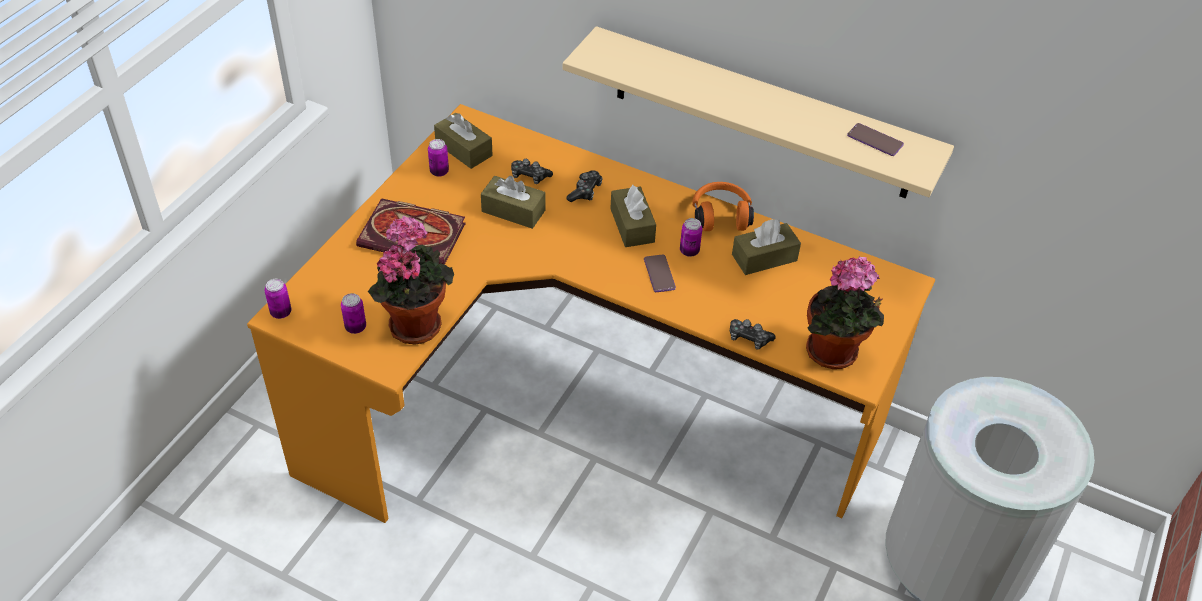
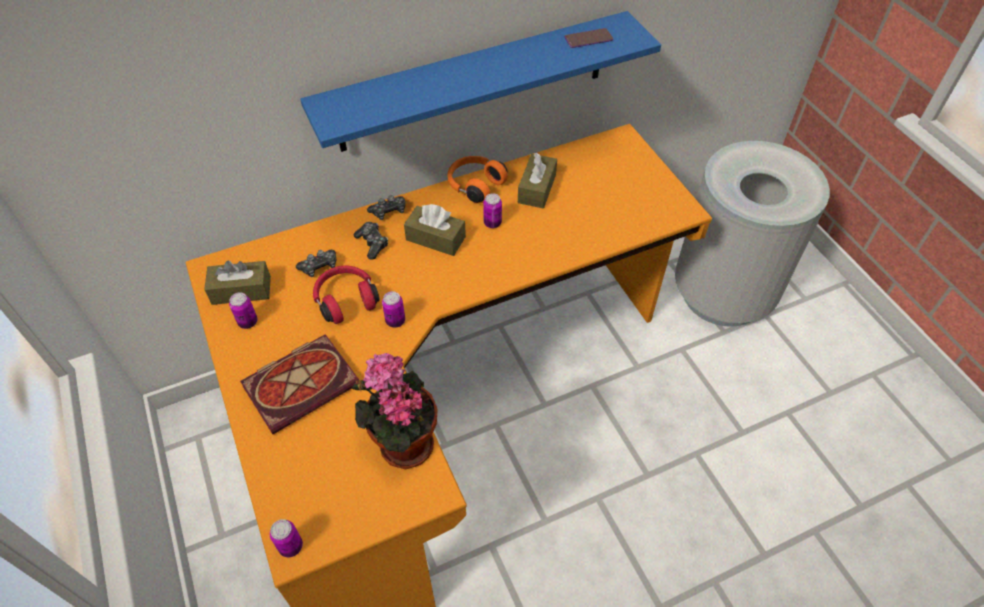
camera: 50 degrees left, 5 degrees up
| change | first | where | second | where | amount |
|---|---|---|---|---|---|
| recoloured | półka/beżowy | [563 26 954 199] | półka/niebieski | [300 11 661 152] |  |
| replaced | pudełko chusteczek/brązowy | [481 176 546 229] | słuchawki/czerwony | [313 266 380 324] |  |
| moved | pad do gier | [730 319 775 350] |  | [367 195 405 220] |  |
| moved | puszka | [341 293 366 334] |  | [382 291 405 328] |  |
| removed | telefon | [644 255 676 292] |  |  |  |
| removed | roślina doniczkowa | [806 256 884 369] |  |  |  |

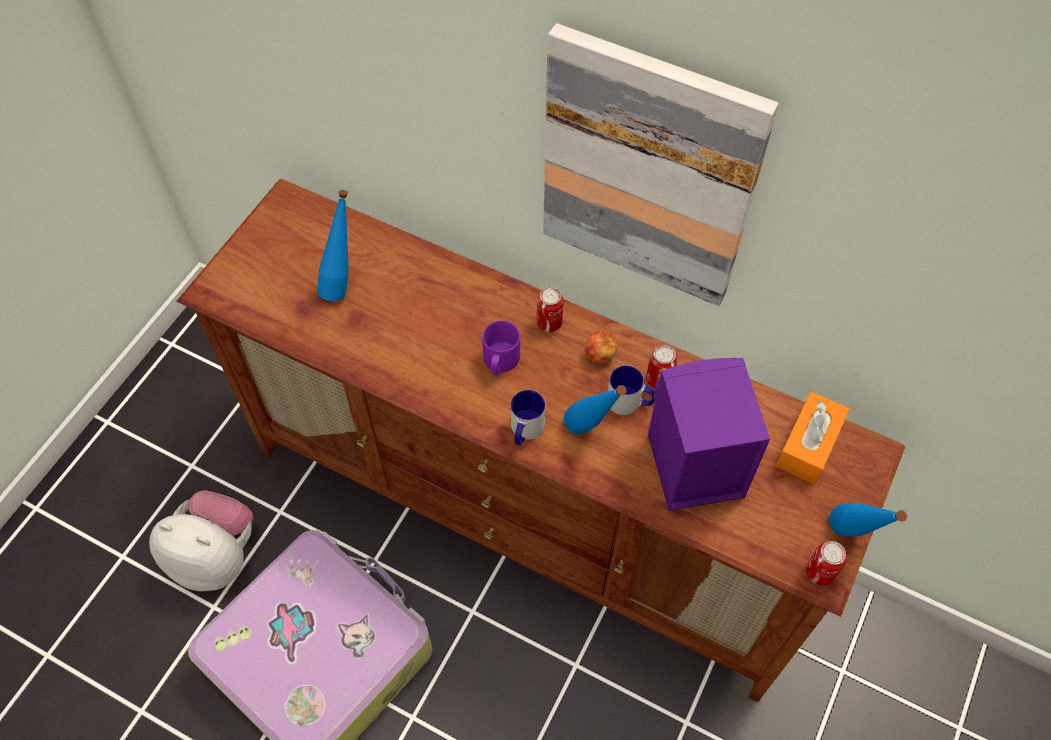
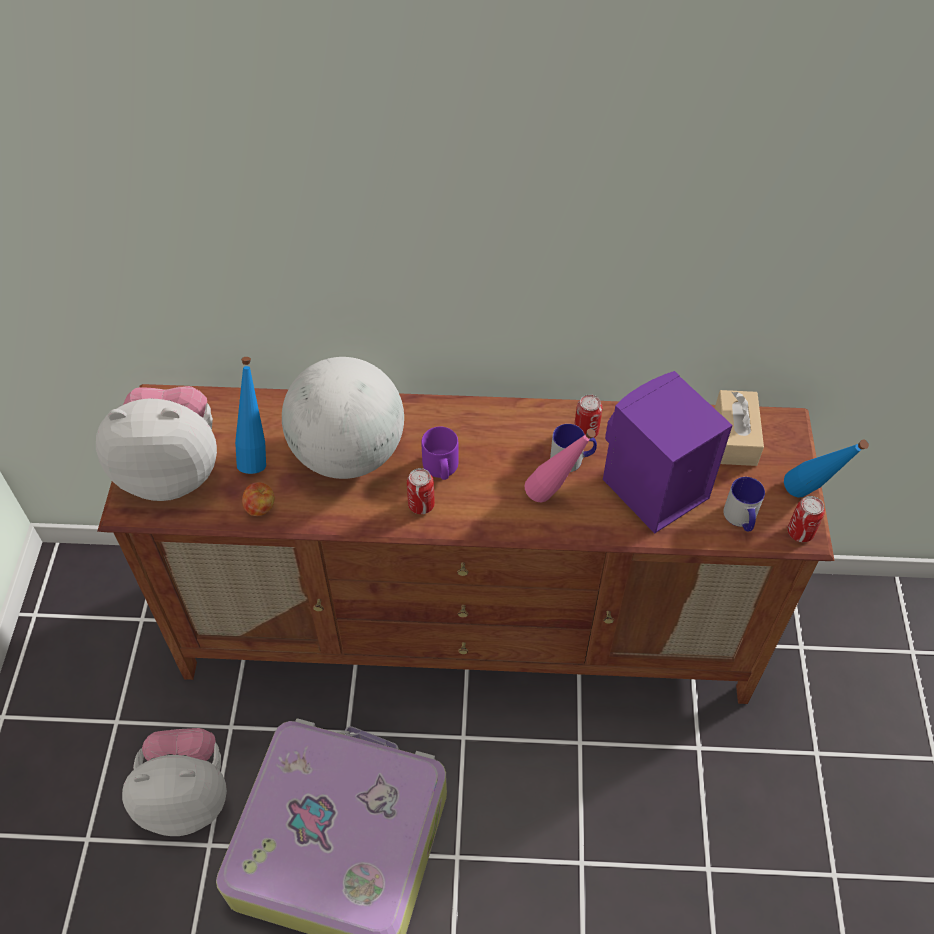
camera: 25 degrees left, 5 degrees down
| change | first | where | second | where | amount |
|---|---|---|---|---|---|
| added |  |  | pluszak | [96 386 217 501] |  |
| moved | jabłko | [585 330 618 363] |  | [242 482 275 516] |  |
| added |  |  | globus | [282 357 404 479] |  |
| moved | puszka | [537 287 563 332] |  | [407 468 435 514] |  |
| recoloured | butelka/niebieski | [564 385 626 434] | butelka/różowy | [525 429 596 503] |  |
| recoloured | pudełko chusteczek/pomarańczowy | [776 391 850 484] | pudełko chusteczek/beżowy | [715 390 764 466] |  |
| moved | kubek | [511 390 545 445] |  | [723 477 765 531] |  |
| removed | obraz | [543 23 779 306] |  |  |  |

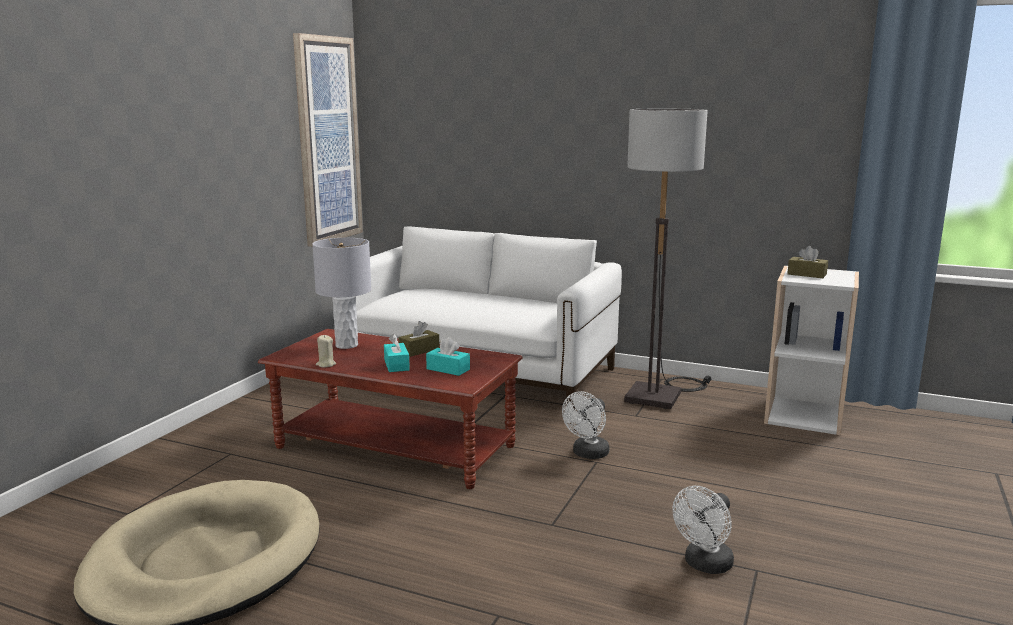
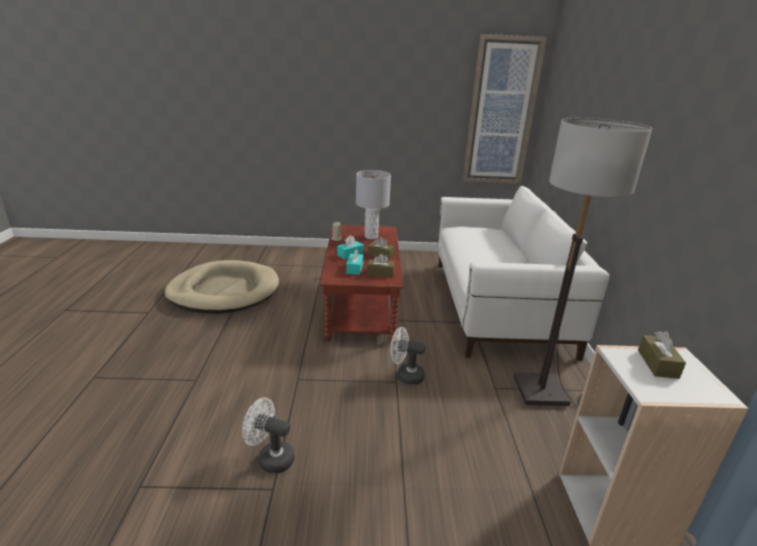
camera: 65 degrees right, 10 degrees up
| change | first | where | second | where | amount |
|---|---|---|---|---|---|
| added |  |  | pudełko chusteczek/brązowy | [367 254 394 277] |  |

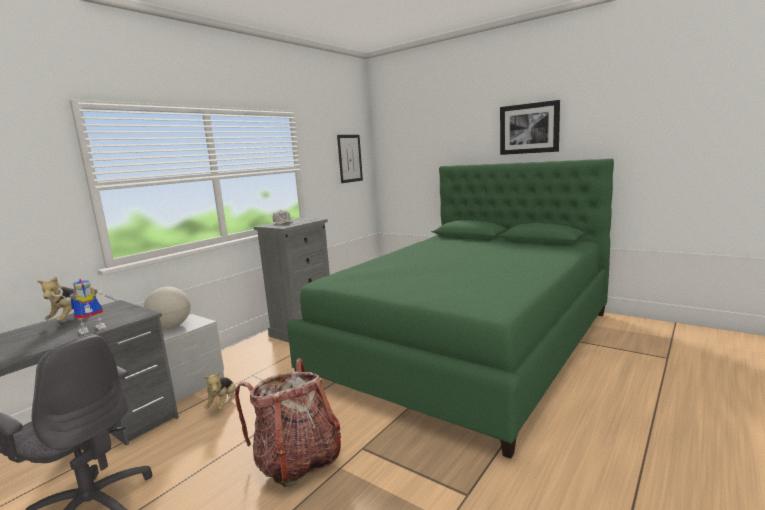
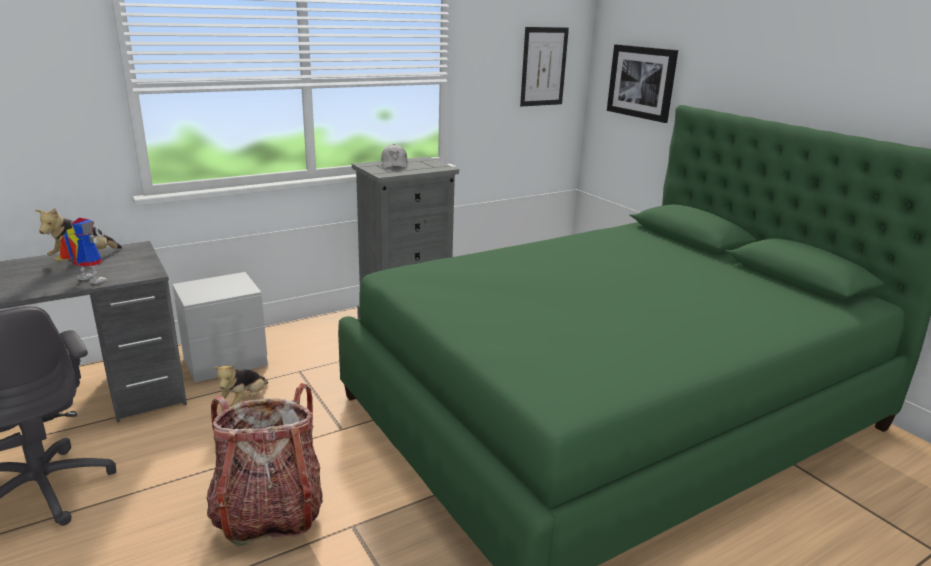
camera: 20 degrees right, 10 degrees up
| change | first | where | second | where | amount |
|---|---|---|---|---|---|
| turned | robot zabawkowy | [51 279 120 335] |  | [59 218 107 284] | 135 degrees counterclockwise |
| moved | obraz | [500 100 560 155] |  | [607 44 678 123] |  |
| removed | globus | [144 287 190 329] |  |  |  |

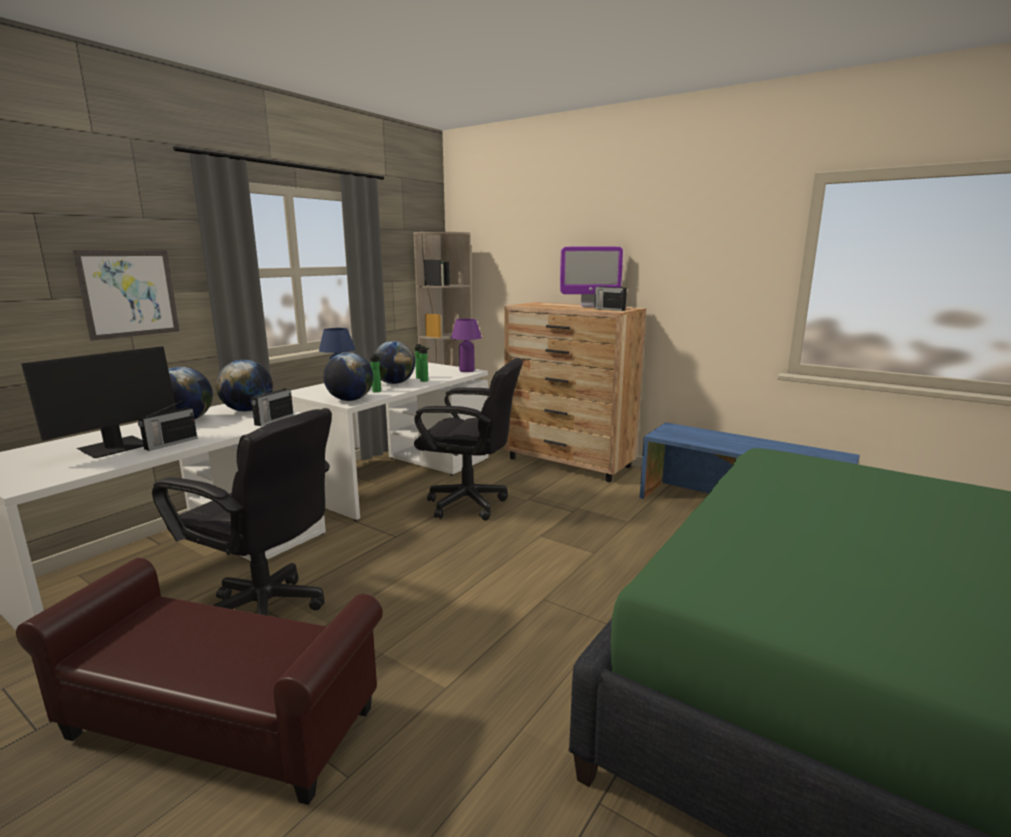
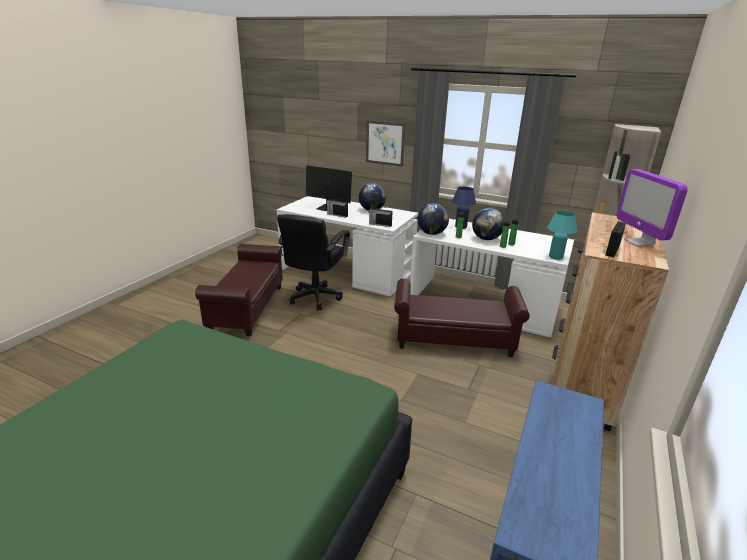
camera: 80 degrees right, 10 degrees up
| change | first | where | second | where | amount |
|---|---|---|---|---|---|
| replaced | krzesło biurowe/czarny | [414 358 523 520] | pufa/brązowy | [394 278 530 357] |  |
| recoloured | lampa stołowa/fioletowy | [451 319 482 372] | lampa stołowa/turkusowy | [547 211 577 260] |  |
| removed | globus | [216 360 273 412] |  |  |  |

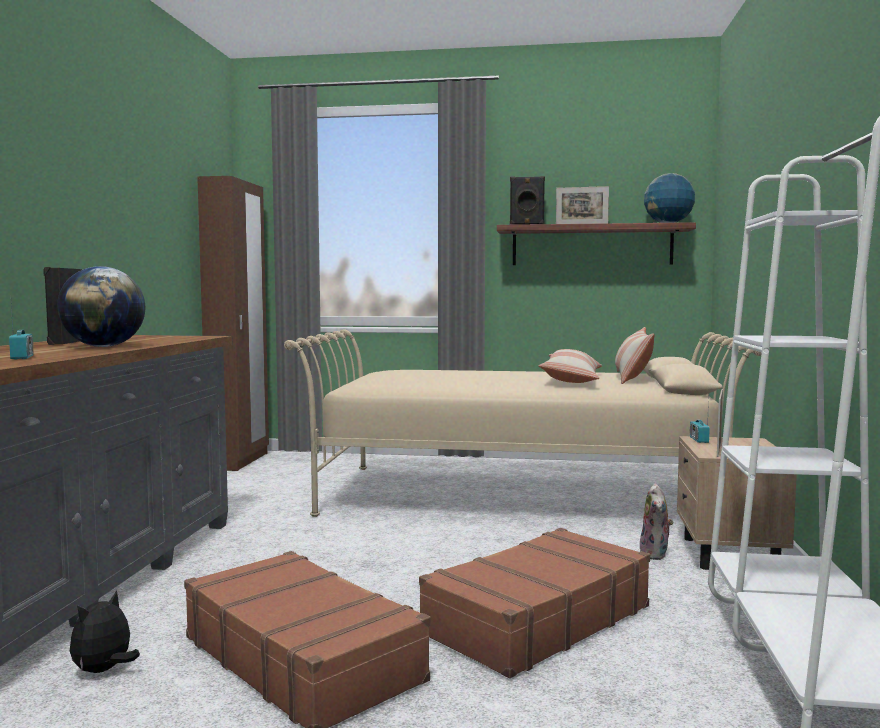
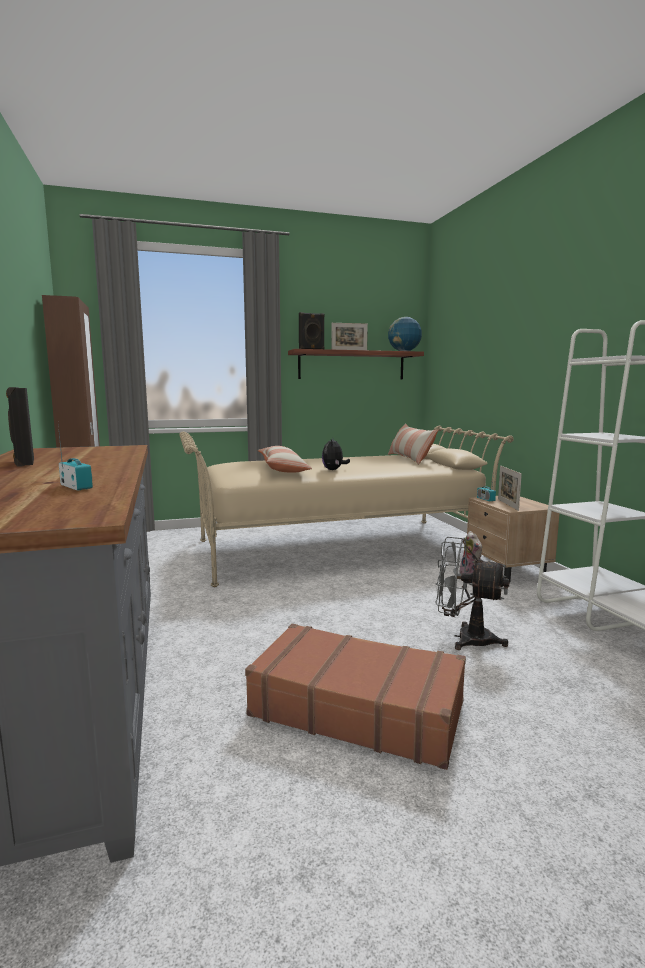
camera: 25 degrees left, 5 degrees up
| change | first | where | second | where | amount |
|---|---|---|---|---|---|
| moved | poduszka | [538 349 602 383] |  | [258 446 312 473] |  |
| moved | pluszak | [70 590 140 673] |  | [322 439 350 470] |  |
| replaced | walizka/brązowy | [419 528 650 678] | wentylator/szary | [436 537 510 650] |  |
| removed | globus | [57 266 145 347] |  |  |  |

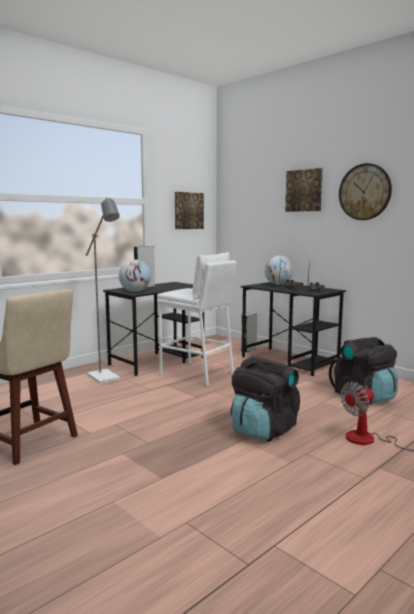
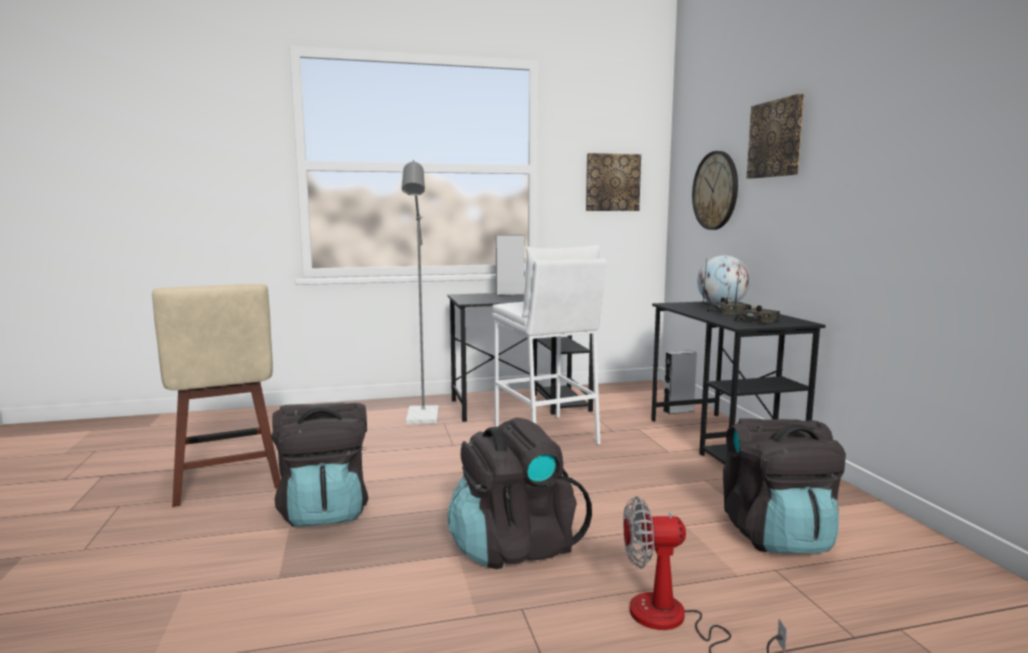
camera: 30 degrees right, 0 degrees up
| change | first | where | second | where | amount |
|---|---|---|---|---|---|
| added |  |  | plecak/czarny | [271 403 368 527] |  |
| moved | zegar ścienny | [339 163 392 220] |  | [692 151 738 230] |  |
| removed | globus | [119 259 151 292] |  |  |  |

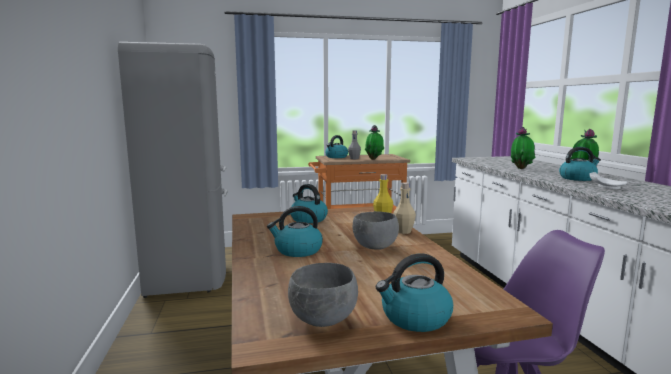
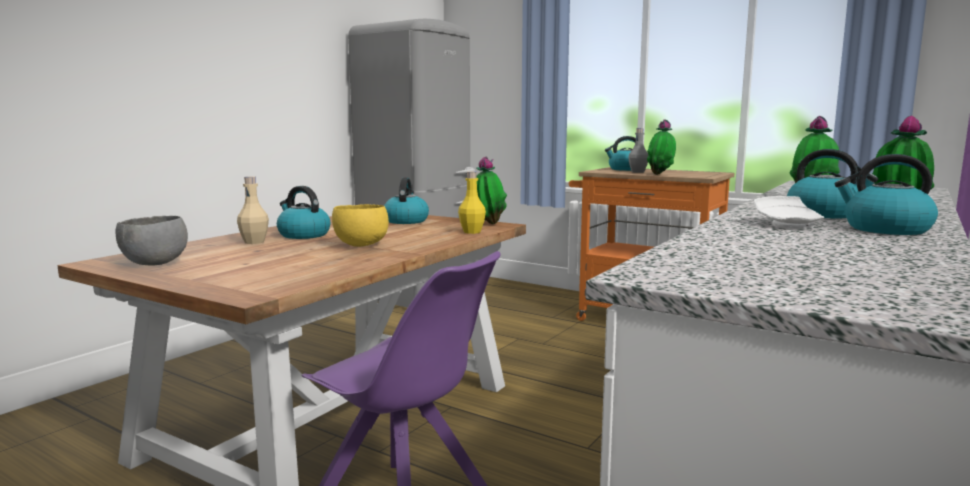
camera: 45 degrees right, 0 degrees up
| change | first | where | second | where | amount |
|---|---|---|---|---|---|
| moved | butelka/beżowy | [393 182 416 234] |  | [237 176 269 244] |  |
| recoloured | miska/szary | [353 211 399 250] | miska/żółty | [332 204 389 247] |  |
| added |  |  | roślina doniczkowa | [476 157 507 224] |  |
| moved | czajnik | [376 253 453 332] |  | [835 154 938 235] |  |

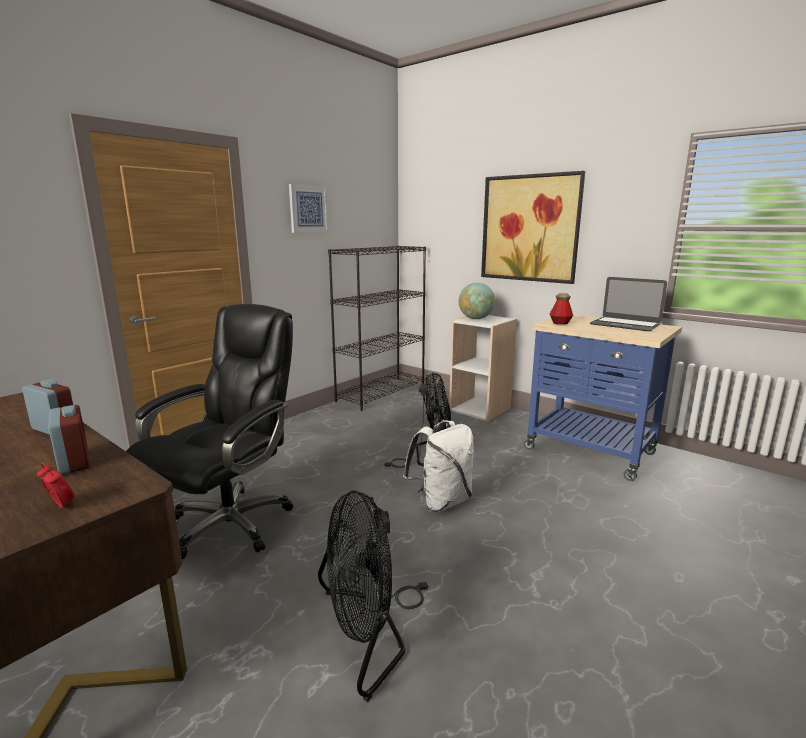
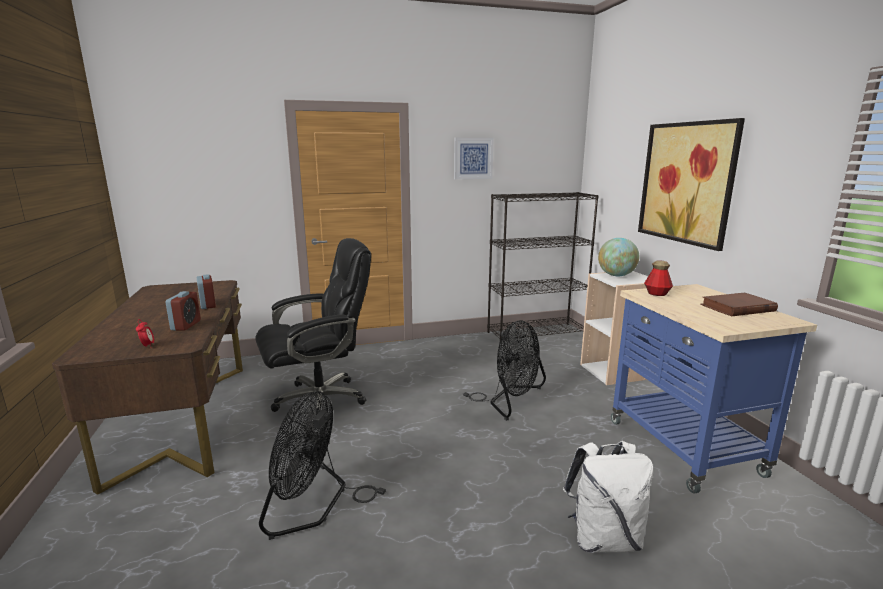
camera: 35 degrees right, 0 degrees up
| change | first | where | second | where | amount |
|---|---|---|---|---|---|
| moved | plecak/biały | [403 420 474 512] |  | [563 441 653 553] |  |
| replaced | laptop | [590 277 667 331] | książka/brązowy | [700 292 778 316] |  |

